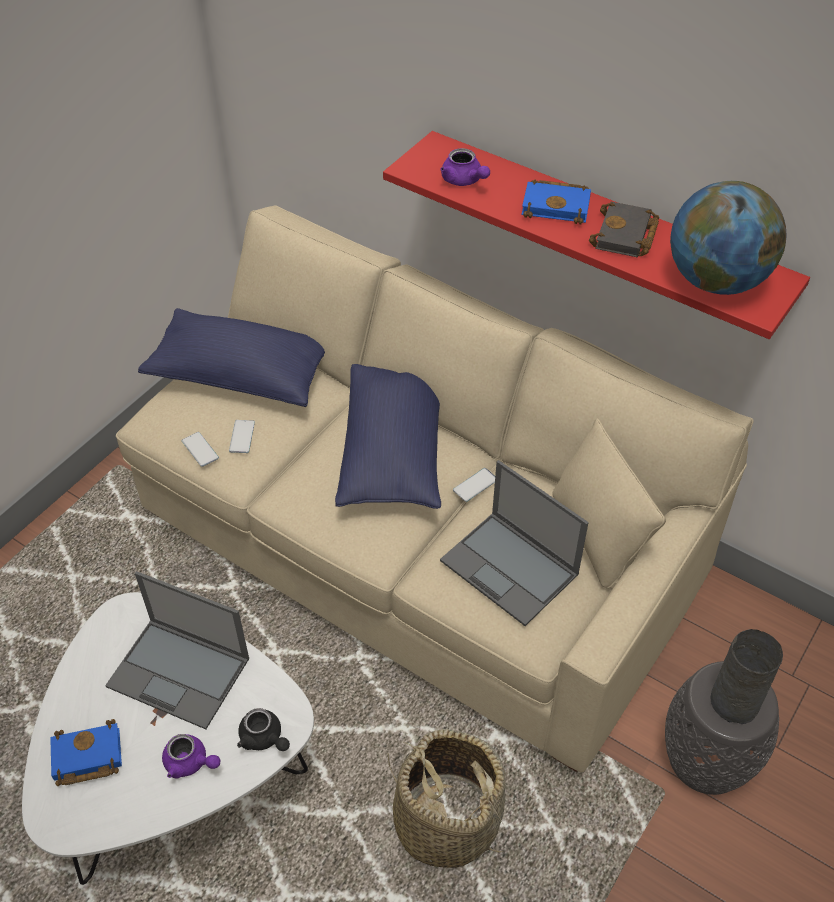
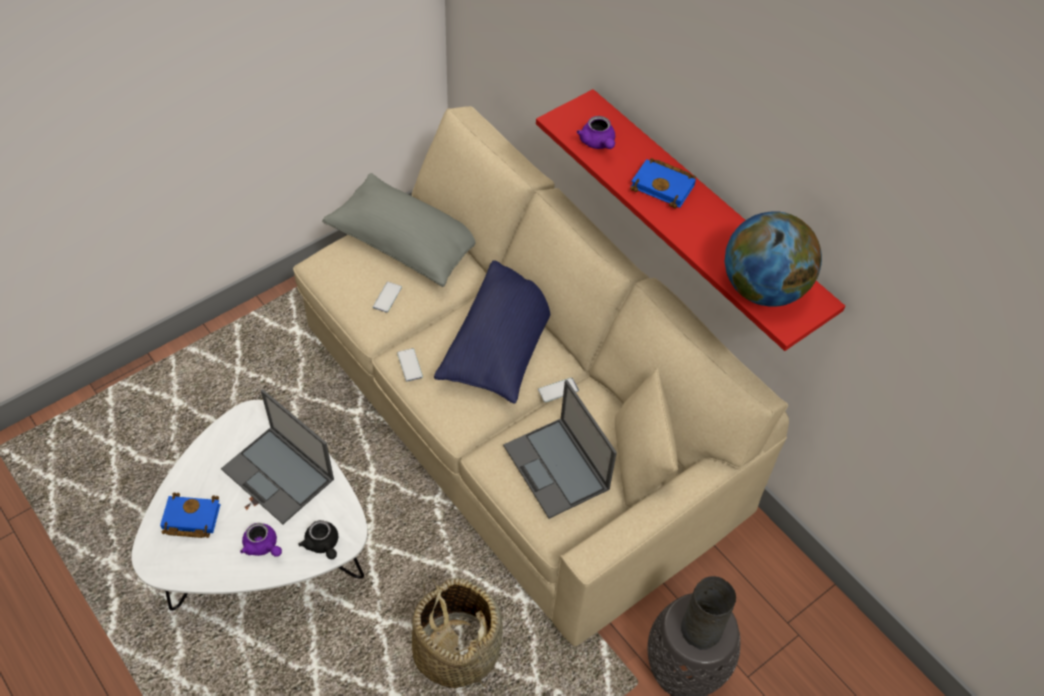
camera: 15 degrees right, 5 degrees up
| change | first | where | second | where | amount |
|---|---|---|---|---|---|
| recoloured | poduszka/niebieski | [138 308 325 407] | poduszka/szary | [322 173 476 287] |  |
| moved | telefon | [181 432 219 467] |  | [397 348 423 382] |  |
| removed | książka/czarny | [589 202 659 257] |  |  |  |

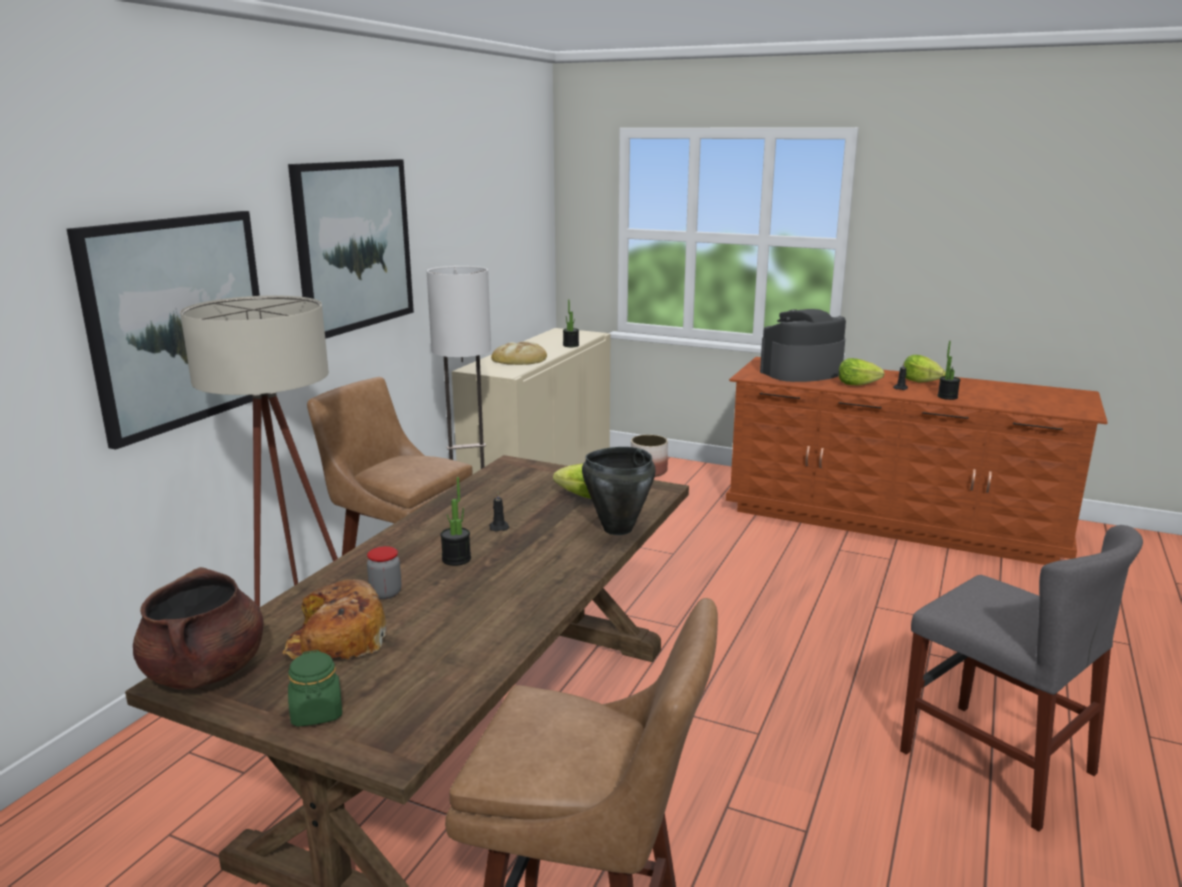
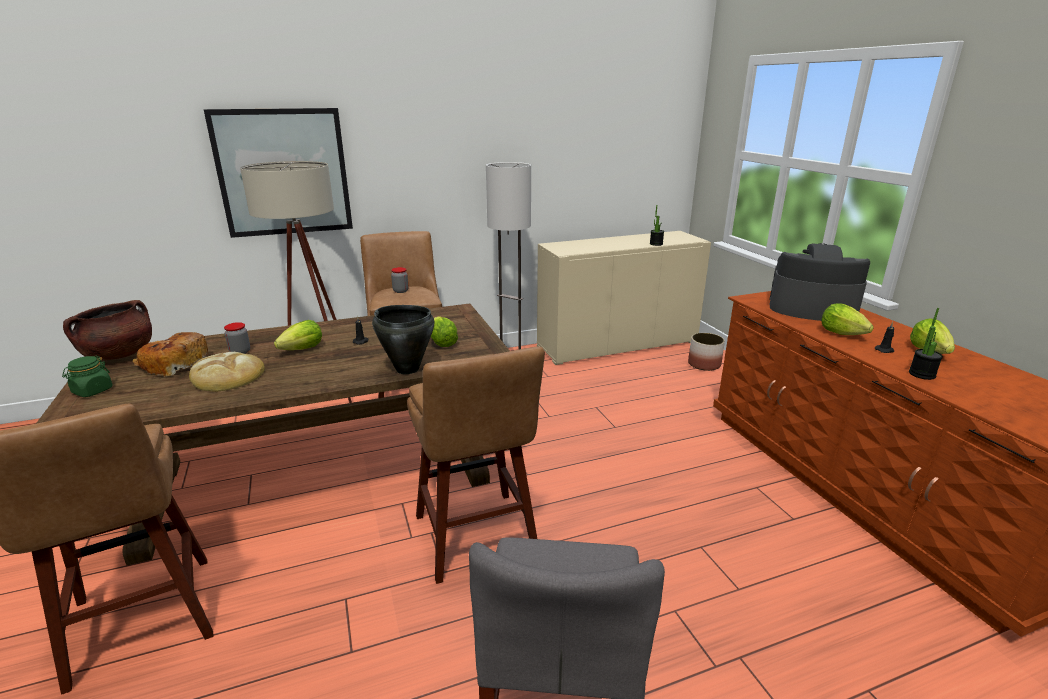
camera: 45 degrees right, 5 degrees up
| change | first | where | second | where | amount |
|---|---|---|---|---|---|
| moved | chleb | [491 341 547 365] |  | [189 352 265 392] |  |
| replaced | roślina doniczkowa | [440 477 471 566] | sałata | [274 320 322 350] |  |
| added |  |  | słoik | [391 267 409 293] |  |
| added |  |  | stołek/brązowy | [407 346 545 584] |  |
| removed | obraz | [288 159 414 339] |  |  |  |

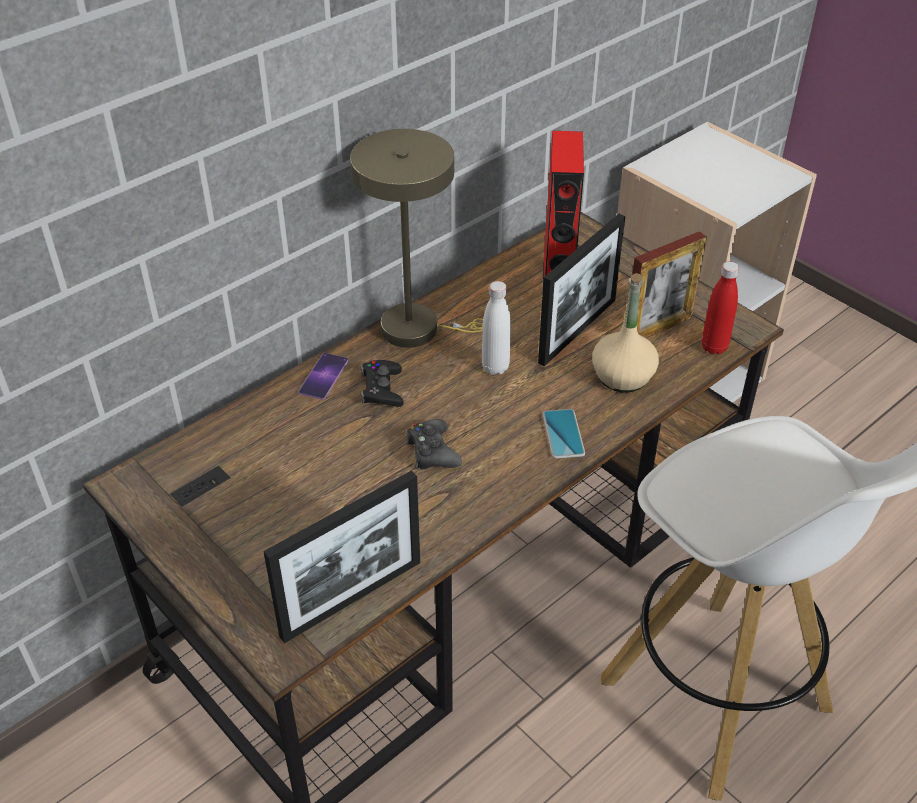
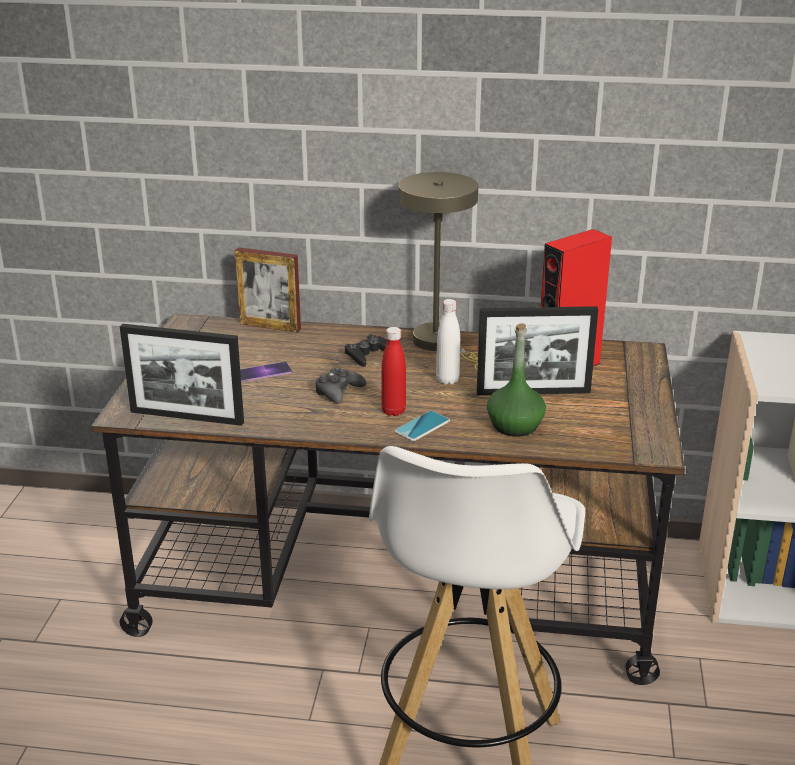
camera: 50 degrees right, 15 degrees down
| change | first | where | second | where | amount |
|---|---|---|---|---|---|
| moved | ramka na zdjęcie | [632 231 707 338] |  | [235 247 301 333] |  |
| moved | telefon | [298 353 348 400] |  | [240 362 292 382] |  |
| moved | butelka/czerwony | [702 261 739 354] |  | [381 327 406 416] |  |
| recoloured | butelka/beżowy | [592 273 659 393] | butelka/zielony | [487 324 546 437] |  |

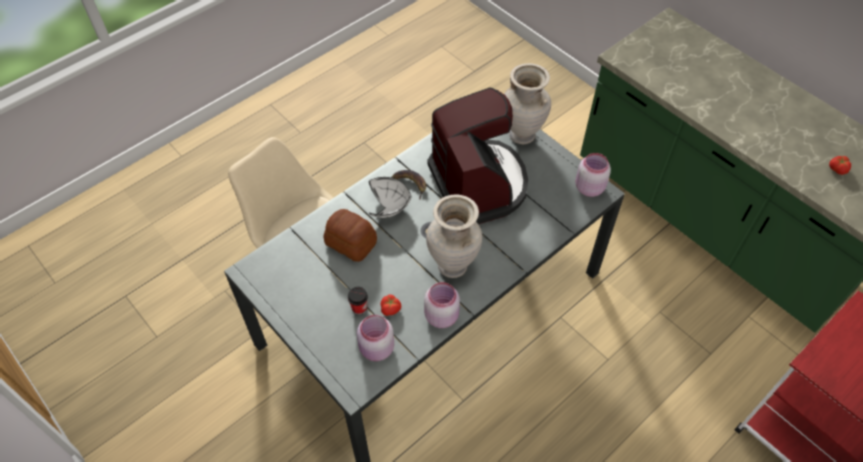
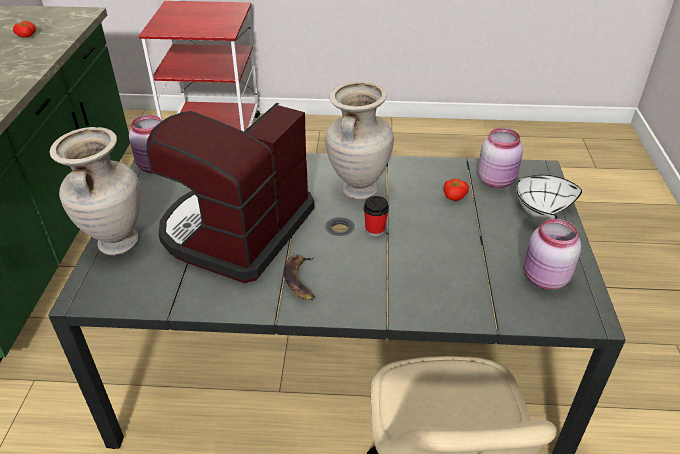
camera: 135 degrees left, 15 degrees down
| change | first | where | second | where | amount |
|---|---|---|---|---|---|
| moved | filiżanka | [348 286 368 315] |  | [363 196 389 237] |  |
| moved | miska/biały | [369 177 412 218] |  | [516 175 582 222] |  |
| moved | słoik/różowy | [424 282 460 328] |  | [524 219 581 290] |  |
| removed | chleb | [324 209 377 262] |  |  |  |

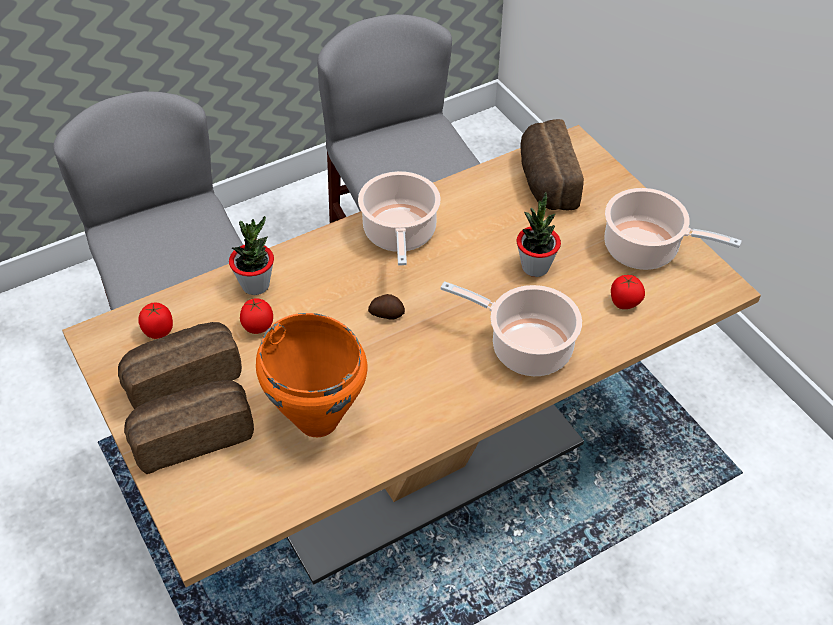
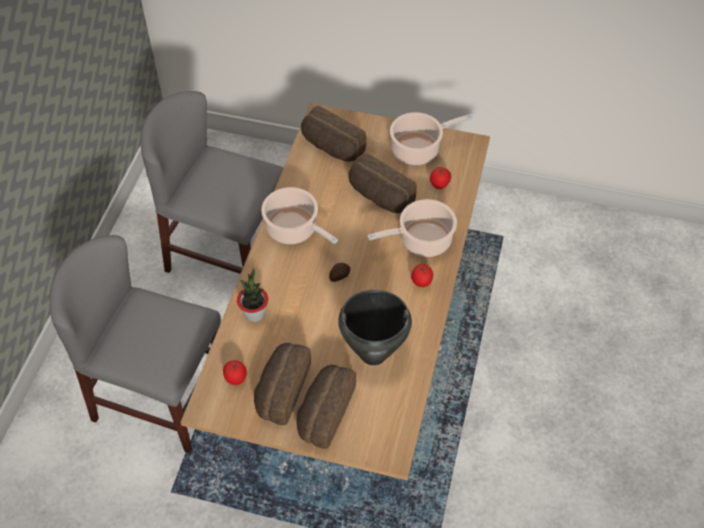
camera: 45 degrees left, 5 degrees up
| change | first | where | second | where | amount |
|---|---|---|---|---|---|
| recoloured | garnek/pomarańczowy | [256 313 368 437] | garnek/czarny | [338 290 412 365] |  |
| replaced | roślina doniczkowa | [516 192 561 277] | chleb | [348 153 417 213] |  |
| moved | pomidor | [240 298 273 334] |  | [411 264 433 287] |  |

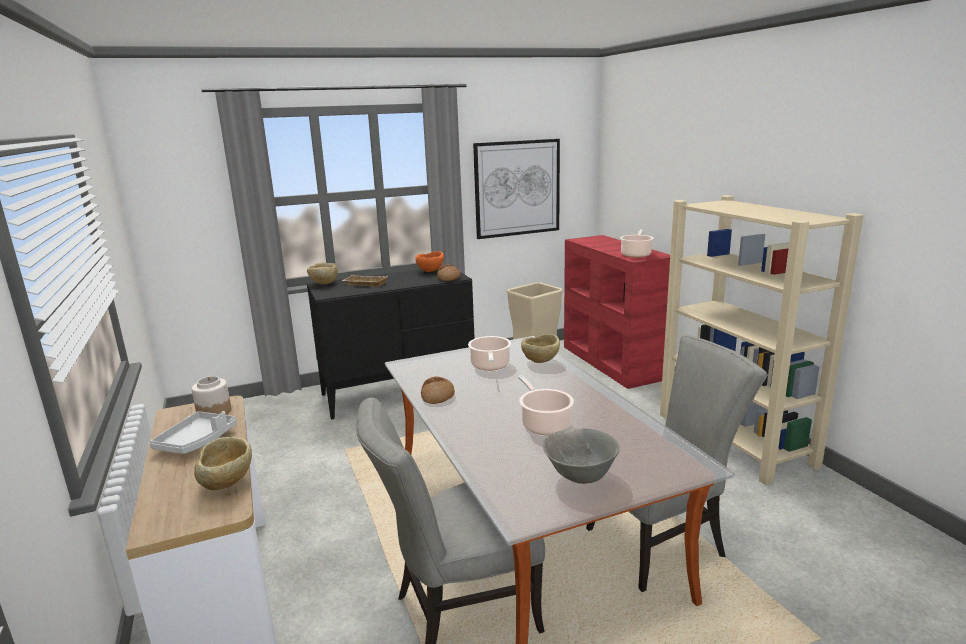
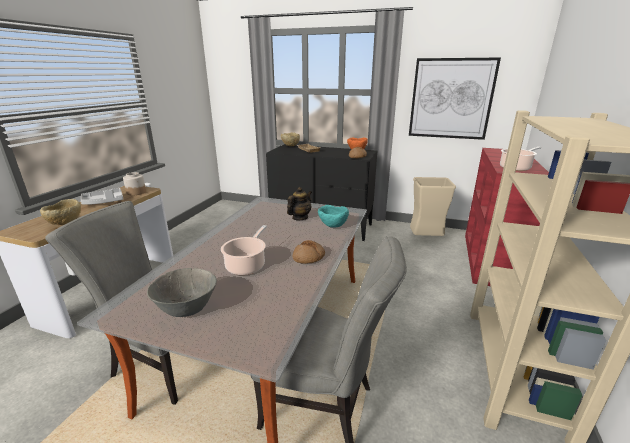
camera: 40 degrees right, 5 degrees up
| change | first | where | second | where | amount |
|---|---|---|---|---|---|
| replaced | garnek | [468 336 511 371] | imbryk | [287 187 312 220] |  |
| moved | chleb | [421 376 455 404] |  | [292 240 325 264] |  |
| recoloured | miska/beżowy | [521 334 560 363] | miska/turkusowy | [318 205 349 228] |  |

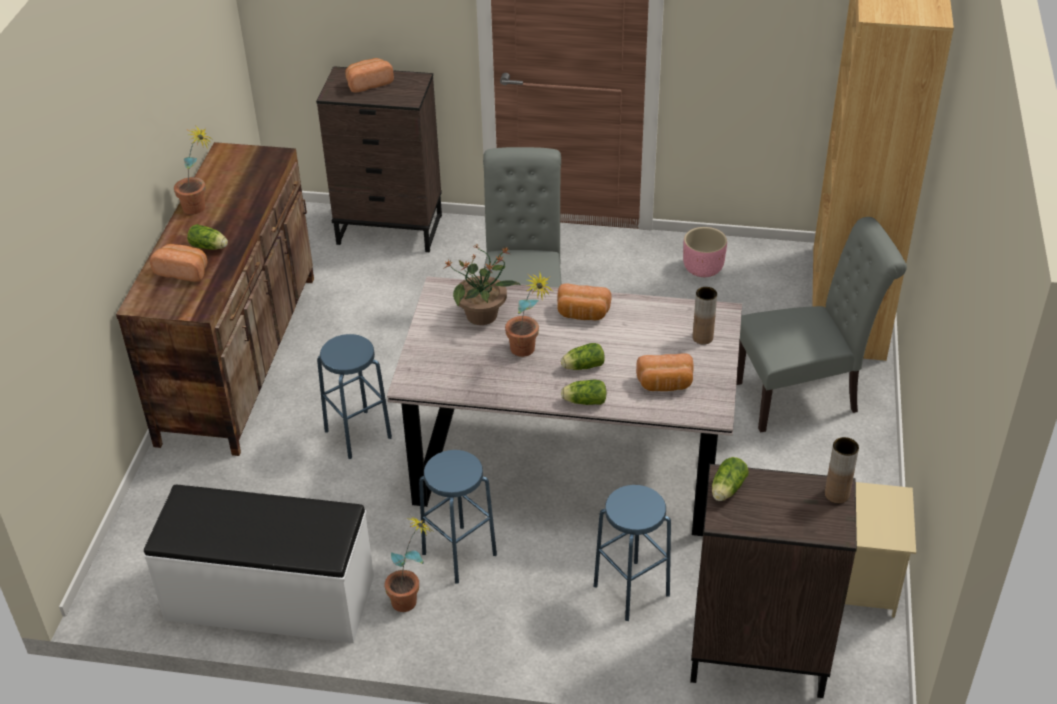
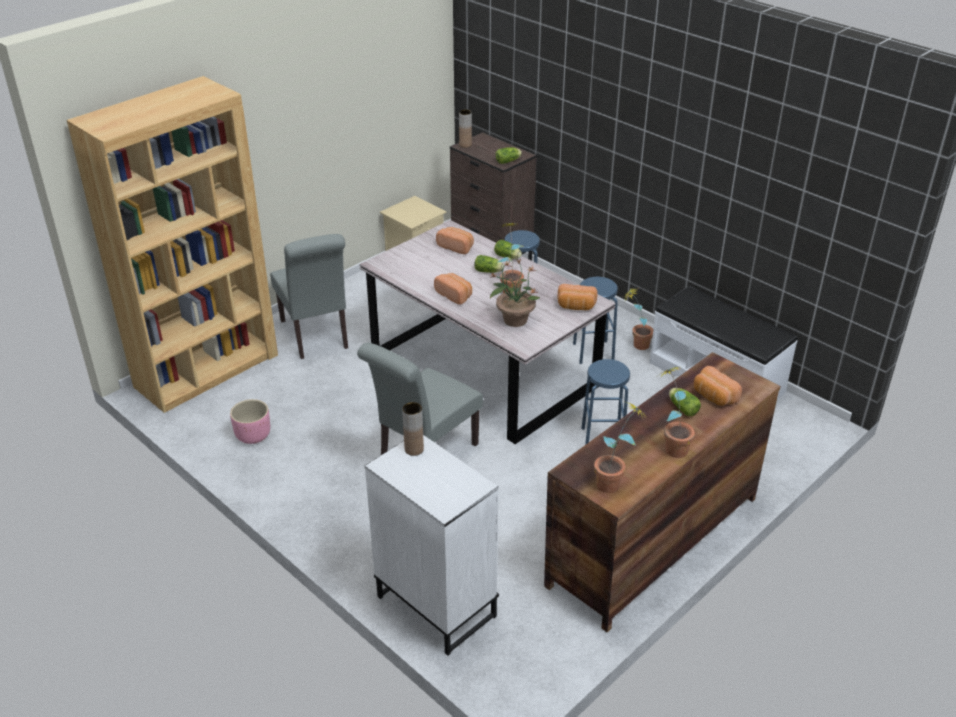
camera: 145 degrees left, 5 degrees down
| change | first | where | second | where | amount |
|---|---|---|---|---|---|
| turned | krzesło/szary | [736 217 907 433] |  | [270 234 348 359] | 135 degrees counterclockwise |
| recoloured | komoda/brązowy | [316 66 442 252] | komoda/biały | [364 435 499 656] |  |
| moved | wazon/brązowy | [693 287 717 345] |  | [402 402 424 456] |  |
| moved | chleb | [345 58 394 93] |  | [557 284 598 310] |  |
| added |  |  | roślina doniczkowa | [594 400 648 493] |  |

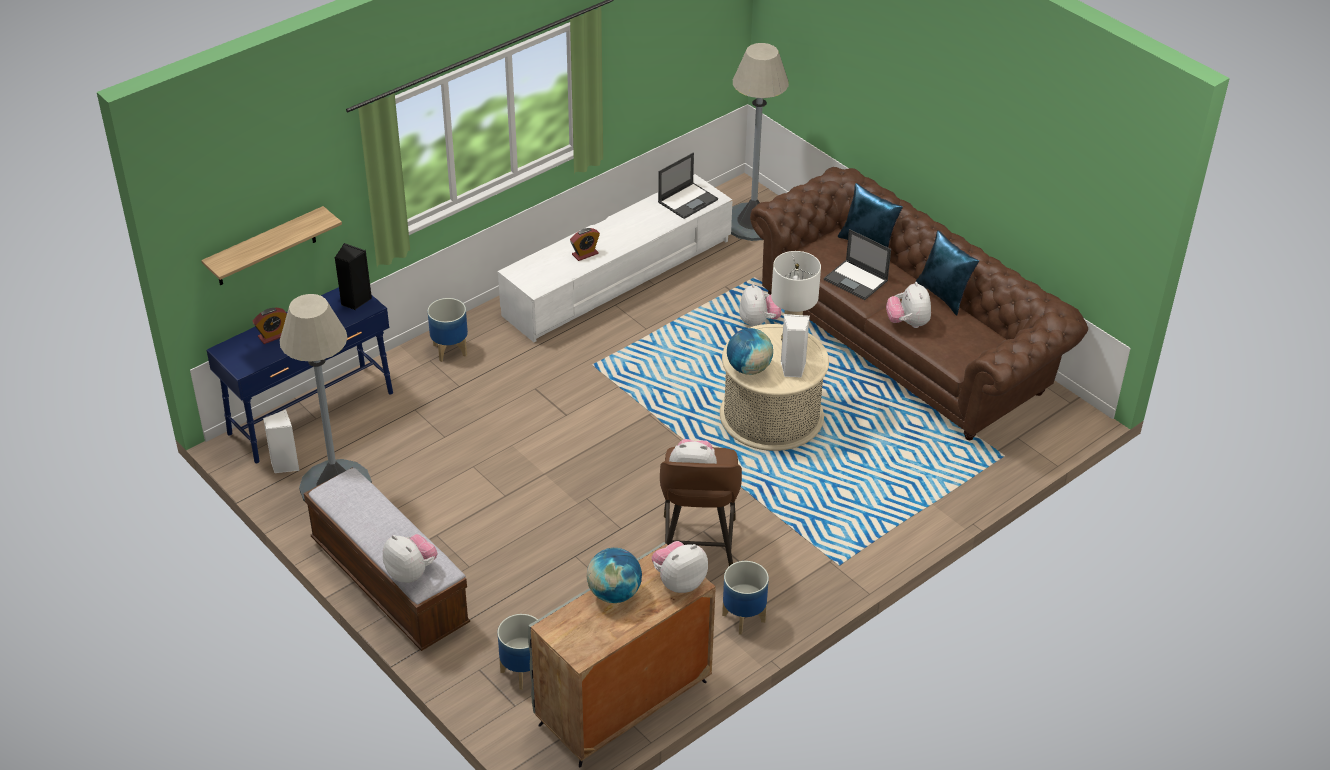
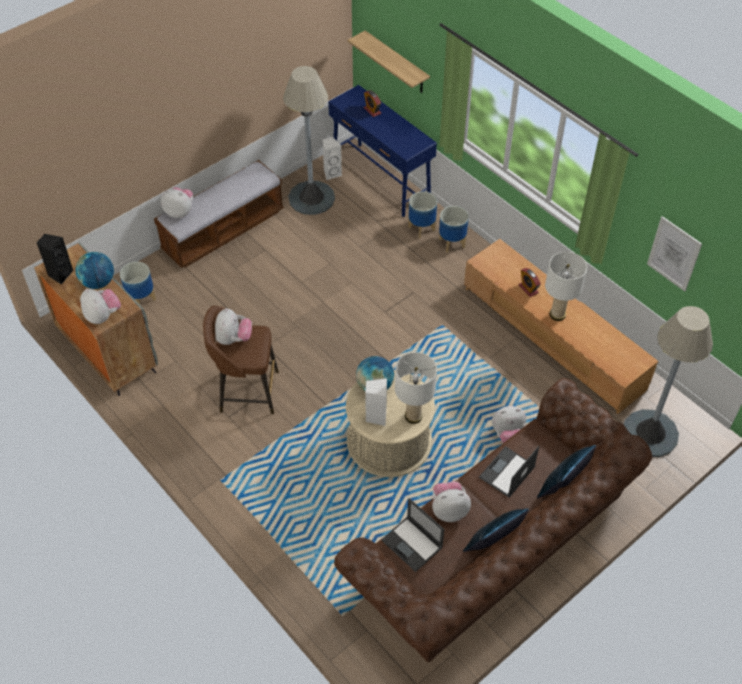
camera: 90 degrees right, 10 degrees up
| change | first | where | second | where | amount |
|---|---|---|---|---|---|
| moved | głośnik/czarny | [335 243 372 310] |  | [36 234 74 285] |  |
| turned | pluszak | [383 534 438 583] |  | [161 187 193 218] | 120 degrees counterclockwise |
| moved | laptop | [658 153 718 219] |  | [381 498 444 572] |  |
| moved | donica | [722 561 769 635] |  | [408 192 437 239] |  |
| recoloured | szafka pod telewizor/biały | [498 174 733 342] | szafka pod telewizor/brązowy | [464 239 658 414] |  |
| added |  |  | lampa stołowa/biały | [545 252 587 321] |  |
| added |  |  | obraz | [647 216 702 292] |  |

